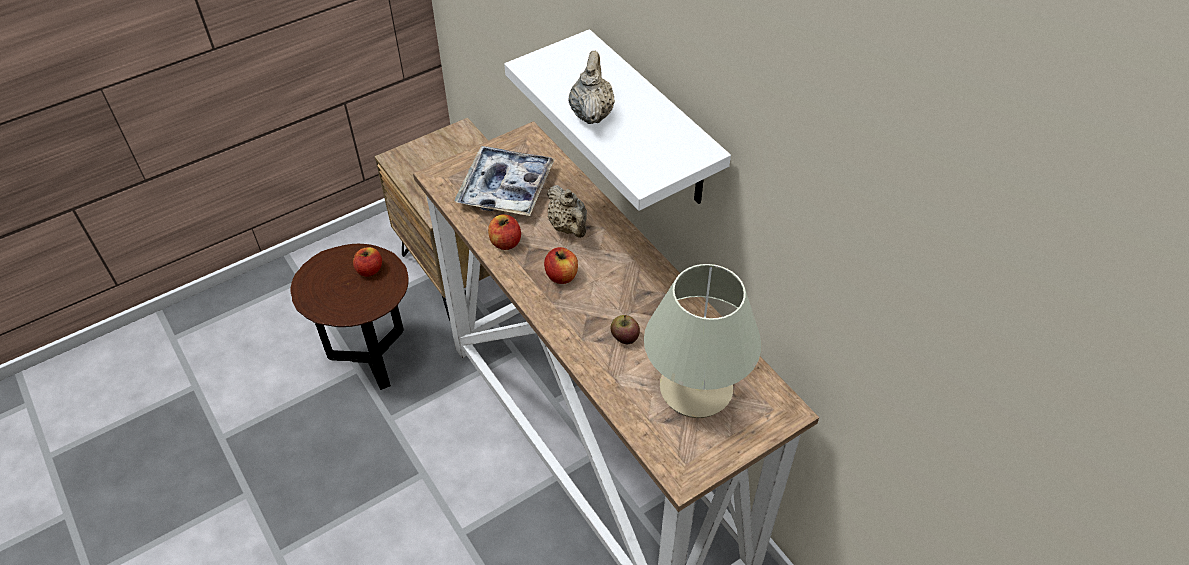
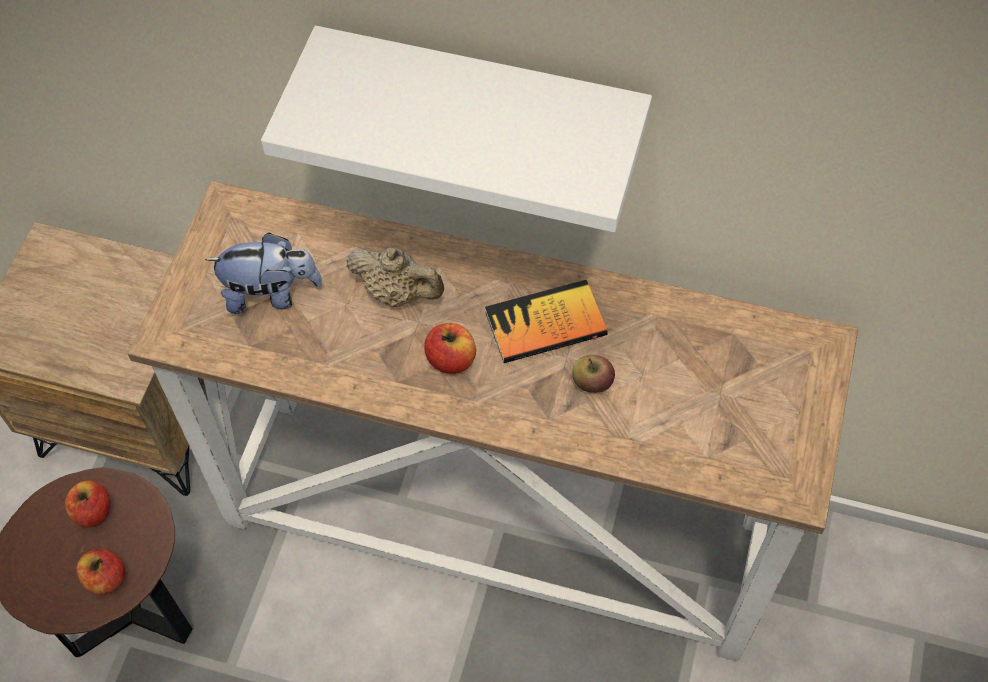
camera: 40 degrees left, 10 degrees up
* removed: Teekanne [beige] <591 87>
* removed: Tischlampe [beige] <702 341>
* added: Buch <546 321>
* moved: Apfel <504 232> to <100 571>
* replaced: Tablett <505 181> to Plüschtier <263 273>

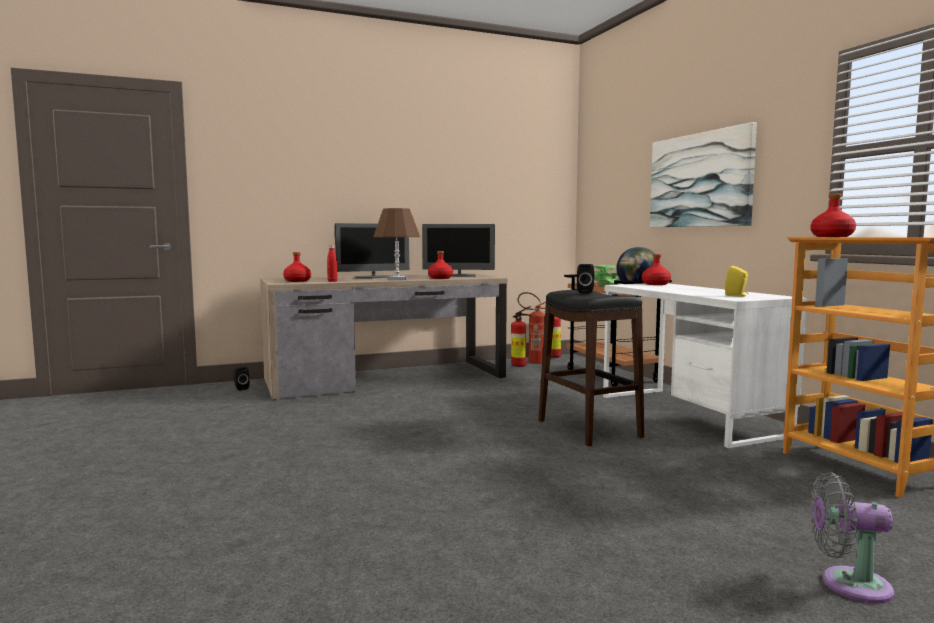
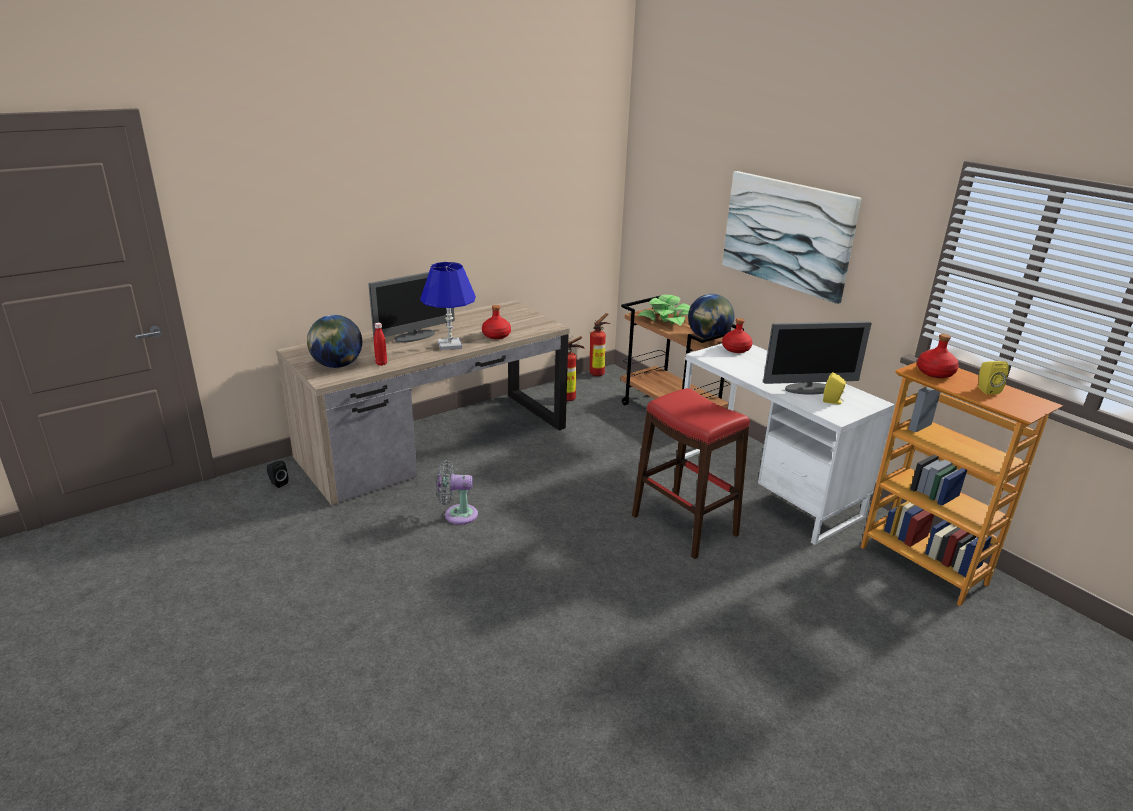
camera: 15 degrees left, 20 degrees up
* removed: Feuerlöscher <532 328>
* removed: Lautsprecher [schwarz] <585 279>
* added: Lautsprecher [gelb] <993 378>
* moved: Monitor <459 250> to <817 358>
* moved: Ventilator [grau] <852 538> to <457 492>
* replaced: Flasche [rot] <297 267> to Globus <334 341>
* recoloured: Tischlampe [braun] <396 244> to Tischlampe [blau] <448 306>
* recoloured: Hocker [schwarz] <591 368> to Hocker [rot] <691 473>

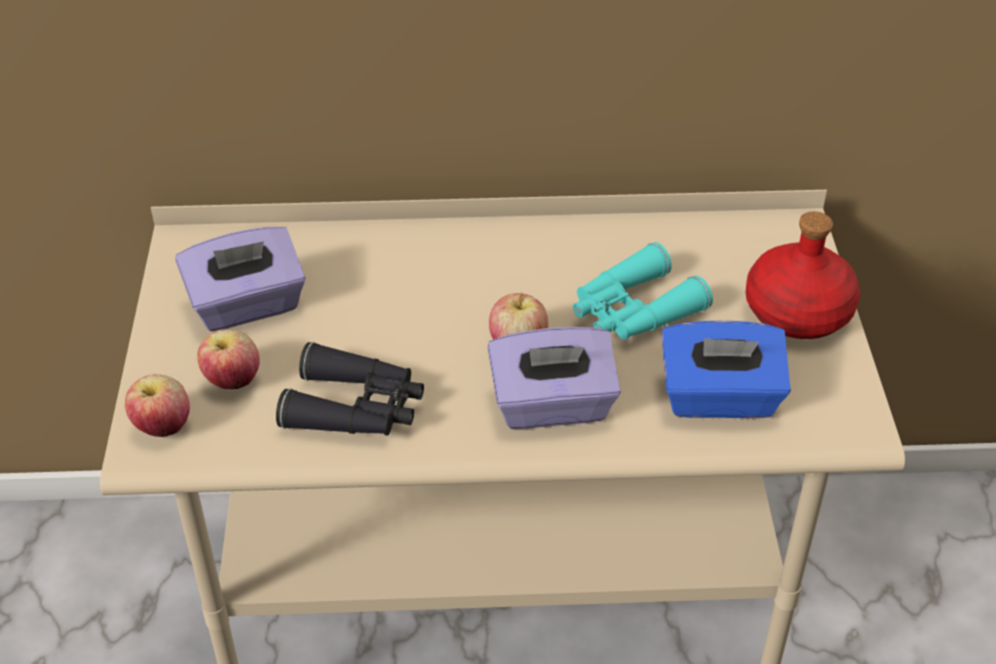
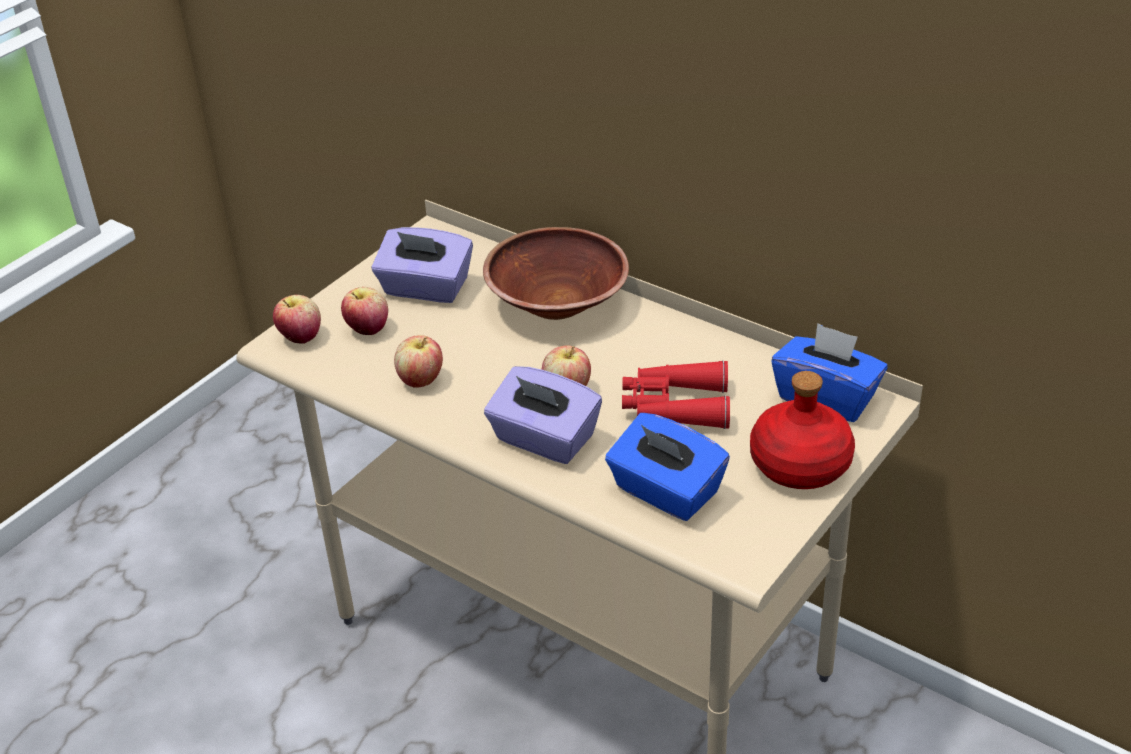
camera: 40 degrees right, 5 degrees down
* added: Schüssel [braun] <556 273>
* added: Taschentuchbox [blau] <829 372>
* replaced: Fernglas [schwarz] <350 389> to Apfel <418 361>
* recoloured: Fernglas [türkis] <643 291> to Fernglas [rot] <676 394>

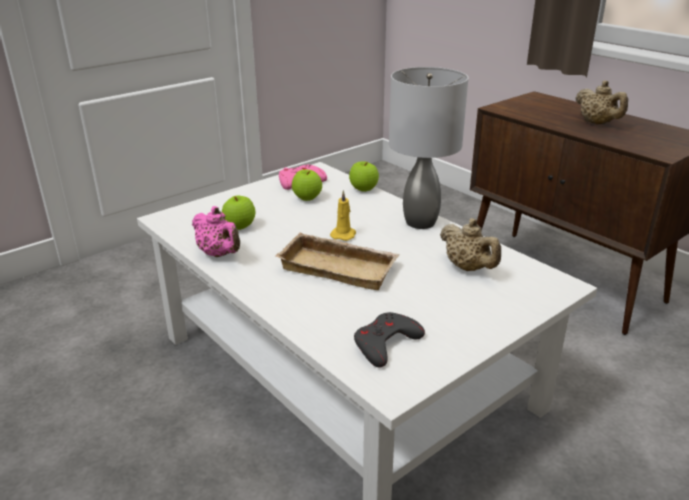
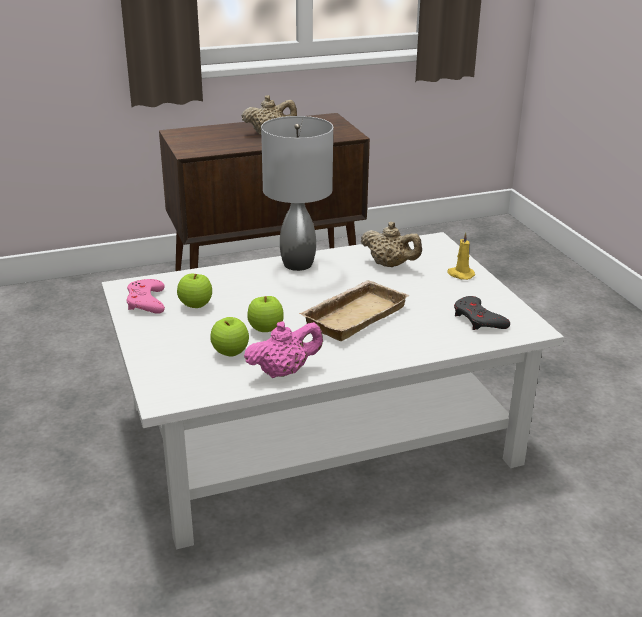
camera: 70 degrees left, 0 degrees up
* moved: Kerze [gelb] <343 215> to <461 256>
* moved: Apfel <364 176> to <265 314>
* turned: Teekanne [beige] <470 244> = <391 244> 45 degrees clockwise

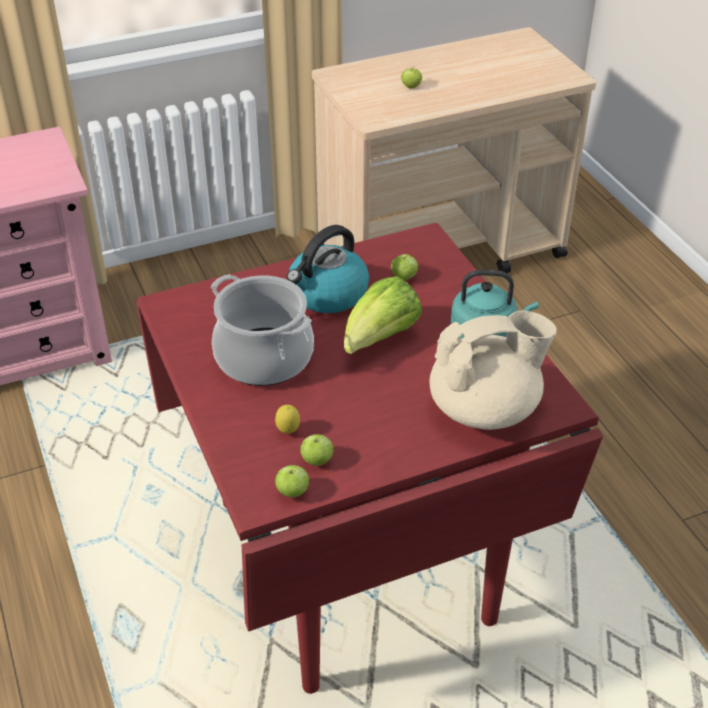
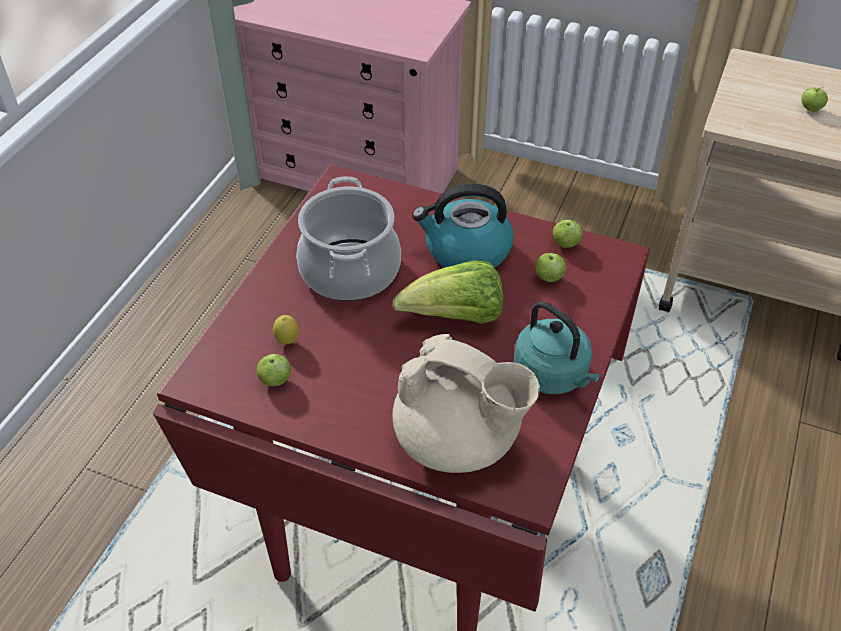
camera: 45 degrees right, 5 degrees up
* moved: Apfel <292 481> to <568 234>

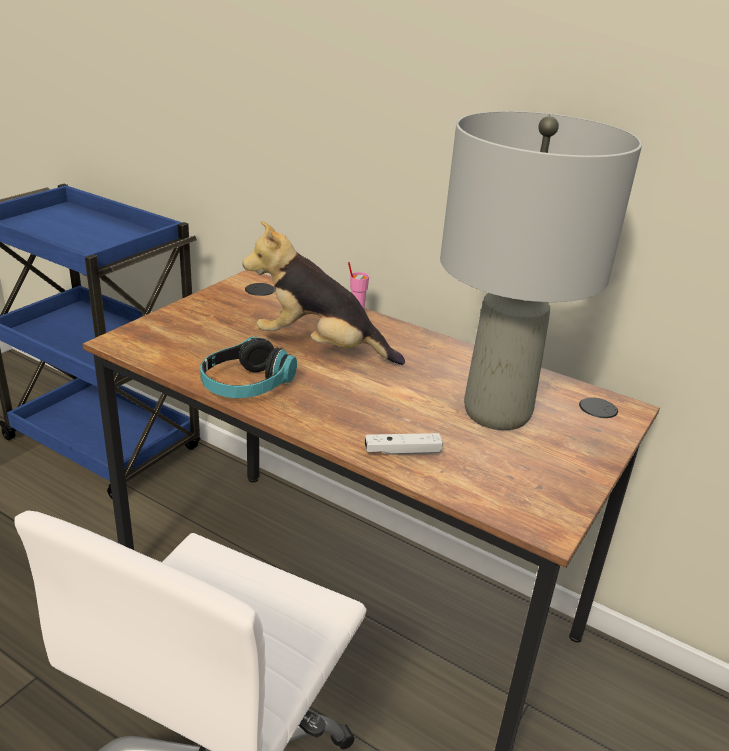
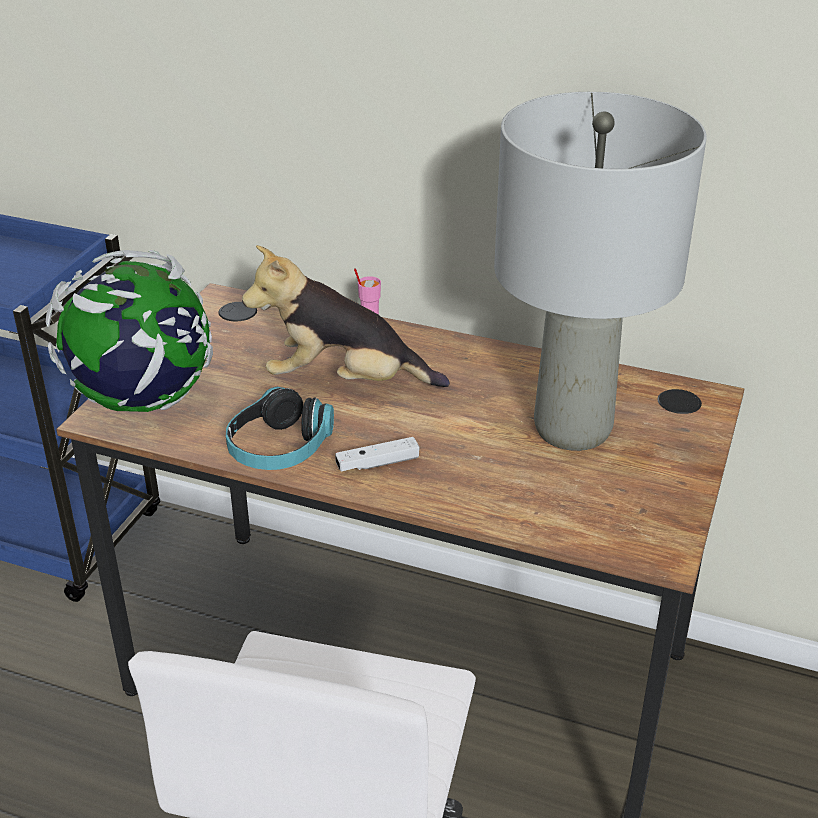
camera: 10 degrees left, 5 degrees up
* added: Globus <129 331>
* moved: Gamepad [weiß] <404 444> to <377 454>

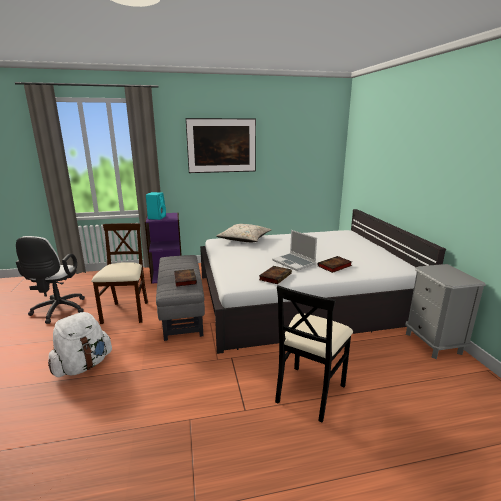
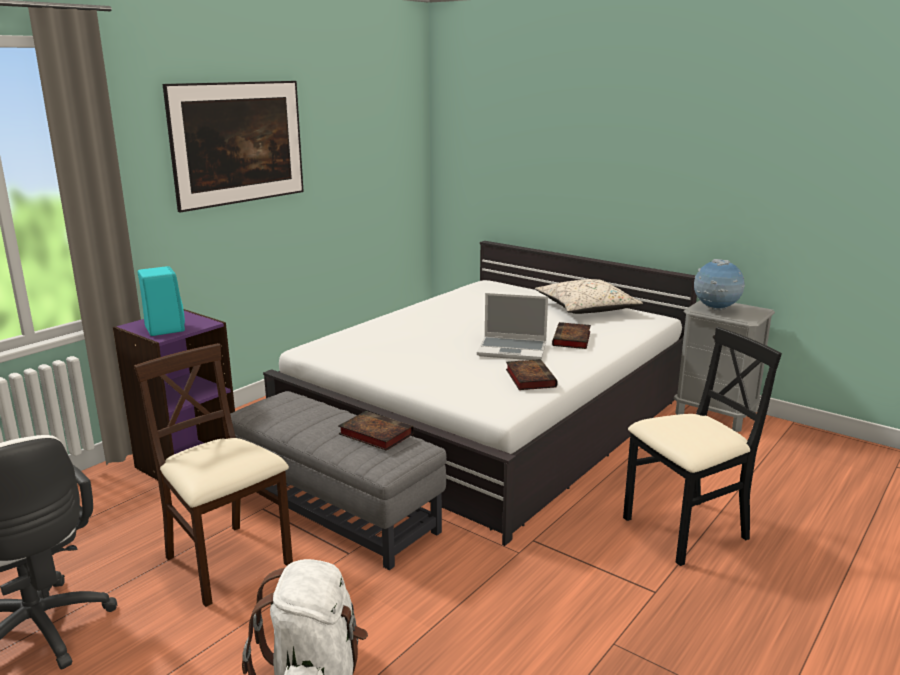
camera: 40 degrees left, 0 degrees up
* added: Globus <719 285>
* moved: Kissen [beige] <244 233> to <589 296>
* turned: Stuhl [schwarz] <314 353> = <702 446> 105 degrees counterclockwise

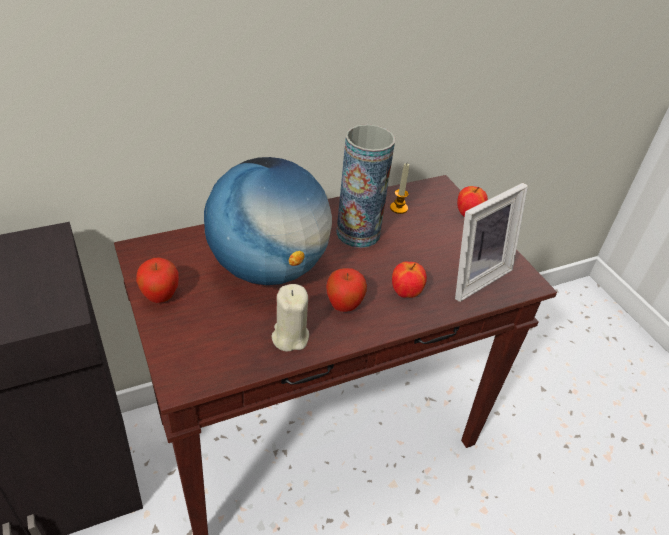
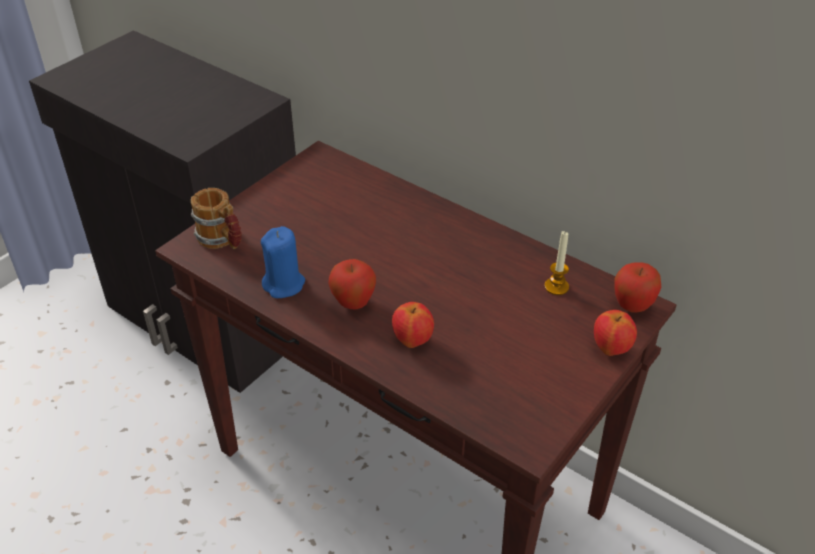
camera: 65 degrees right, 0 degrees up
* removed: Globus <268 221>
* removed: Vase <365 186>
* removed: Bilderrahmen <491 242>
* added: Henkelbecher <216 218>
* moved: Apfel <157 280> to <637 288>
* recoloured: Kerze [beige] <290 318> to Kerze [blau] <283 262>

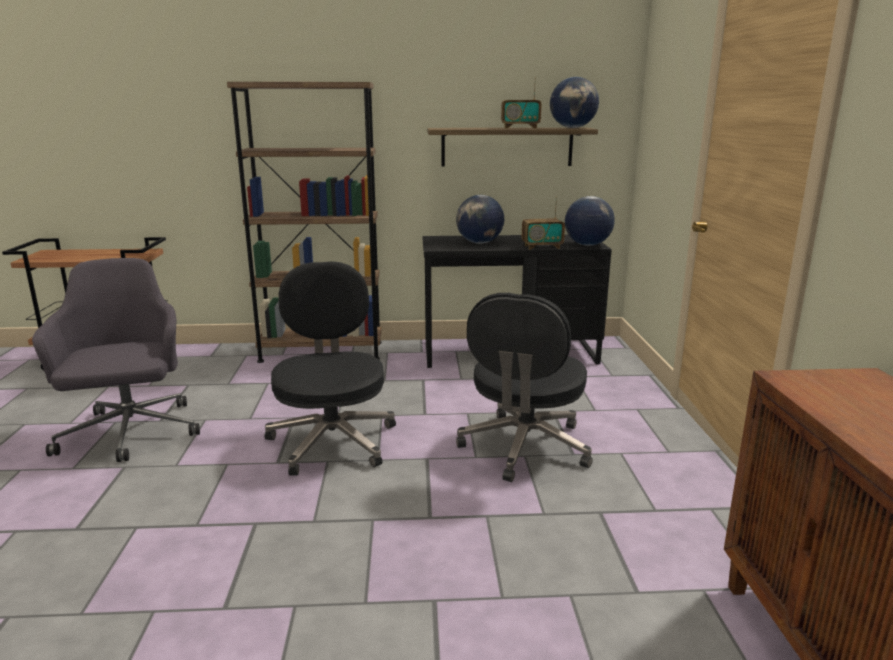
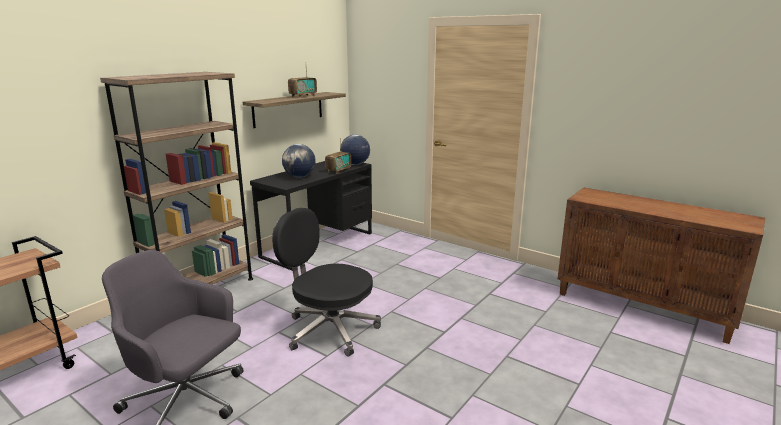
camera: 50 degrees left, 0 degrees up
* removed: Bürostuhl [schwarz] <524 387>
* removed: Globus <574 102>

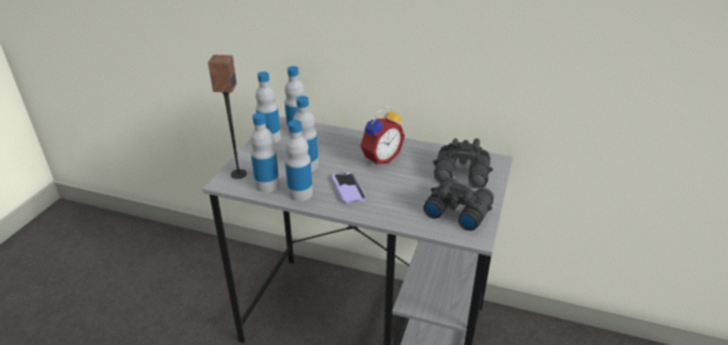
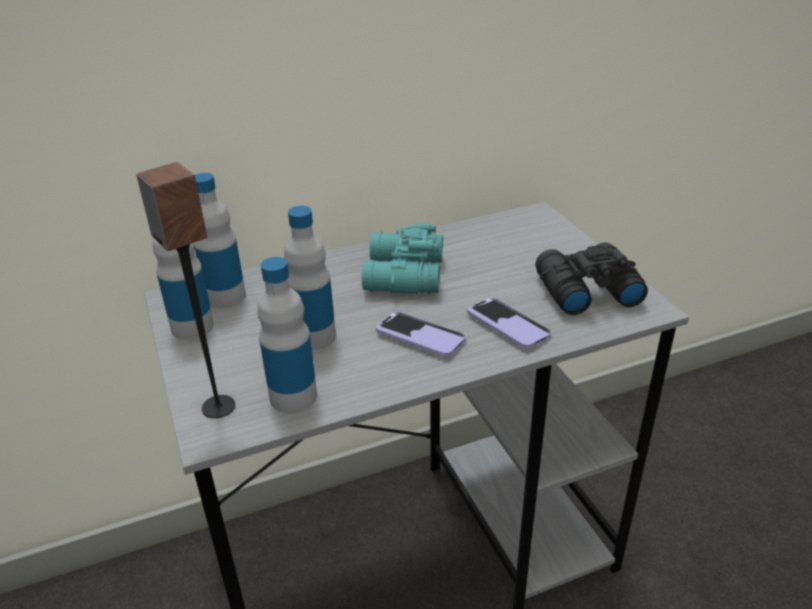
camera: 40 degrees left, 0 degrees up
* removed: Flasche <299 160>
* removed: Fernglas [schwarz] <463 163>
* added: Handy <509 323>
* replaced: Wecker <382 136> to Fernglas [türkis] <402 258>

